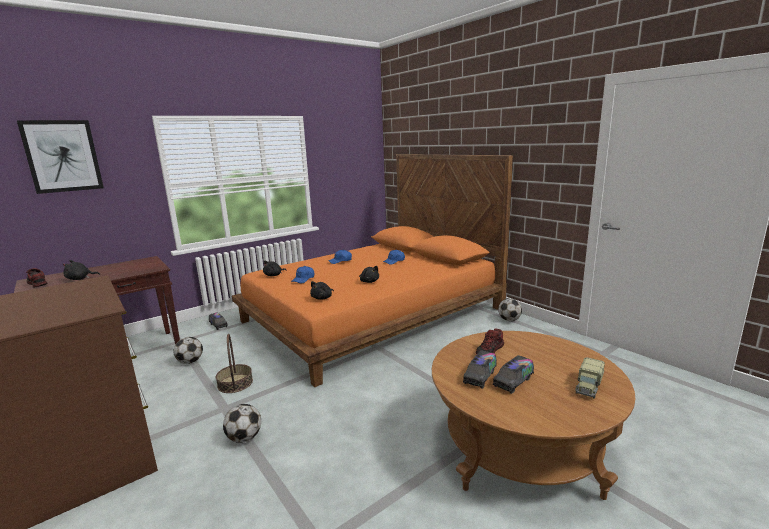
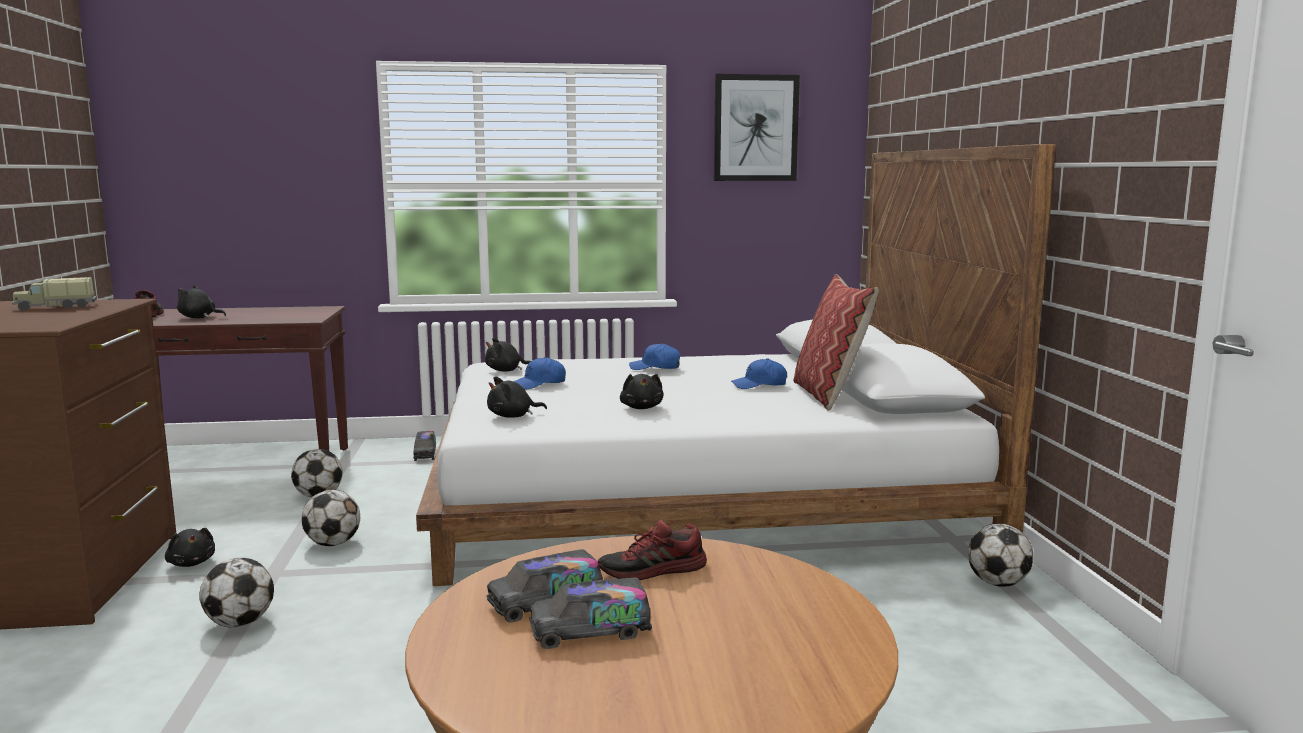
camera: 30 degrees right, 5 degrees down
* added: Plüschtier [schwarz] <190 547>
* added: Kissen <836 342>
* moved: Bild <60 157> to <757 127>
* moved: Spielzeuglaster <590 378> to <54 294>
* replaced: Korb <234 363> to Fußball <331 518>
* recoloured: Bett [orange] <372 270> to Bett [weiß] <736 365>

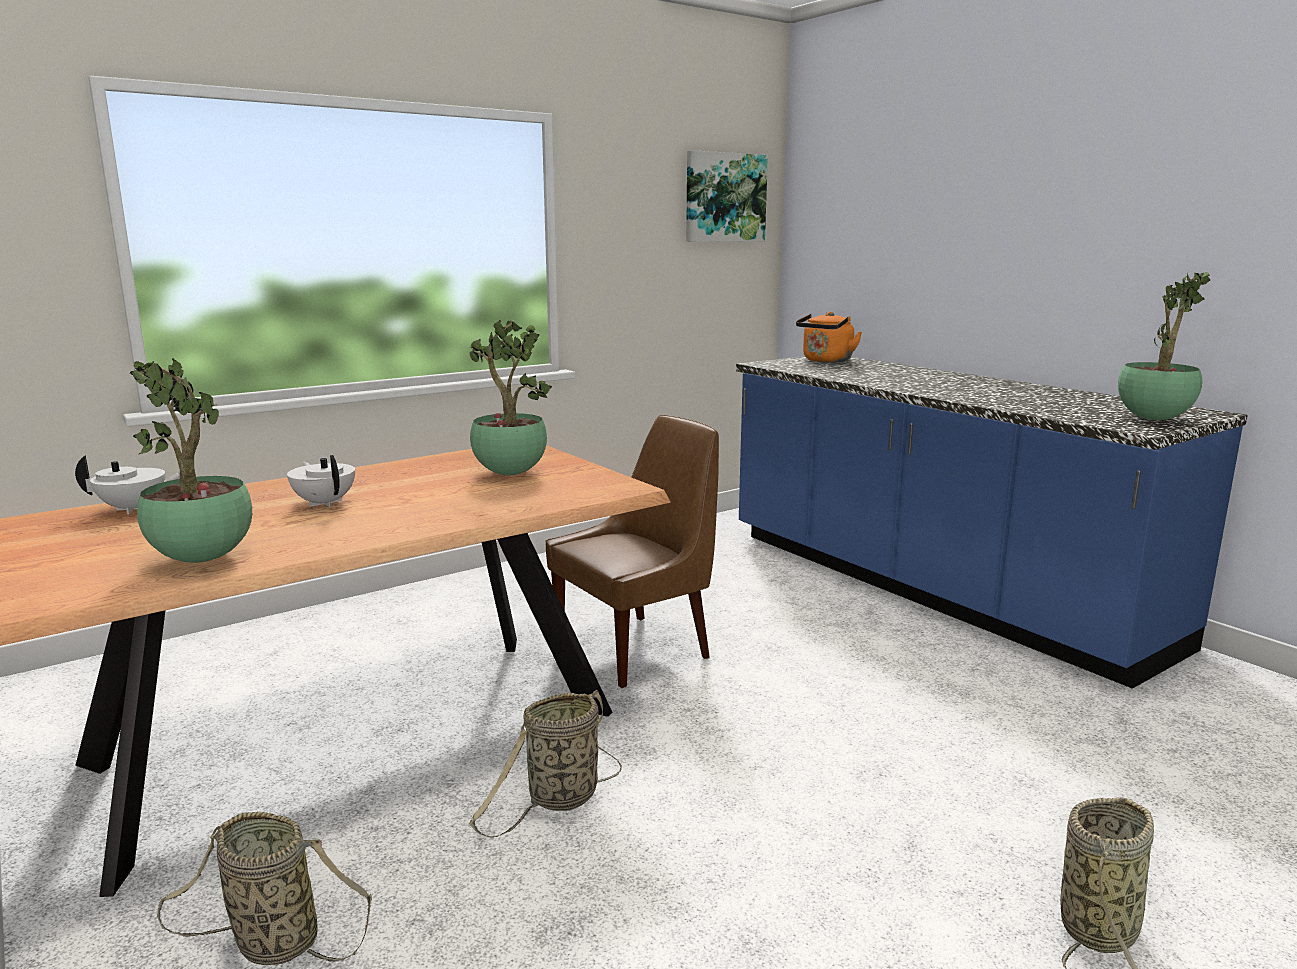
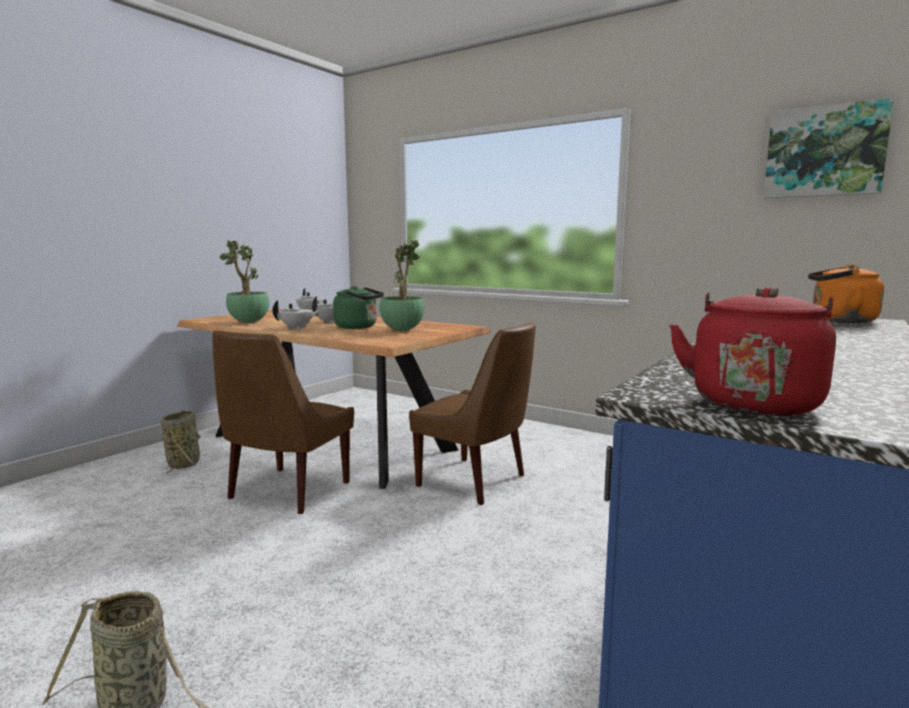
camera: 70 degrees right, 5 degrees down
* added: Teekanne [weiß] <296 314>
* added: Wasserkessel [grün] <358 307>
* replaced: Korb <545 764> to Stuhl [braun] <283 422>
* replaced: Topfpflanze <1164 346> to Wasserkessel [rot] <752 351>

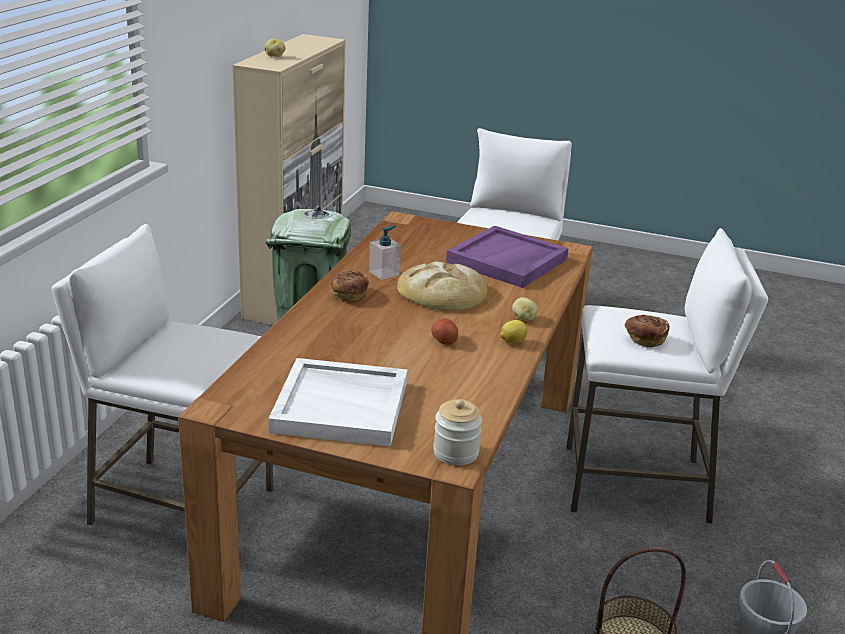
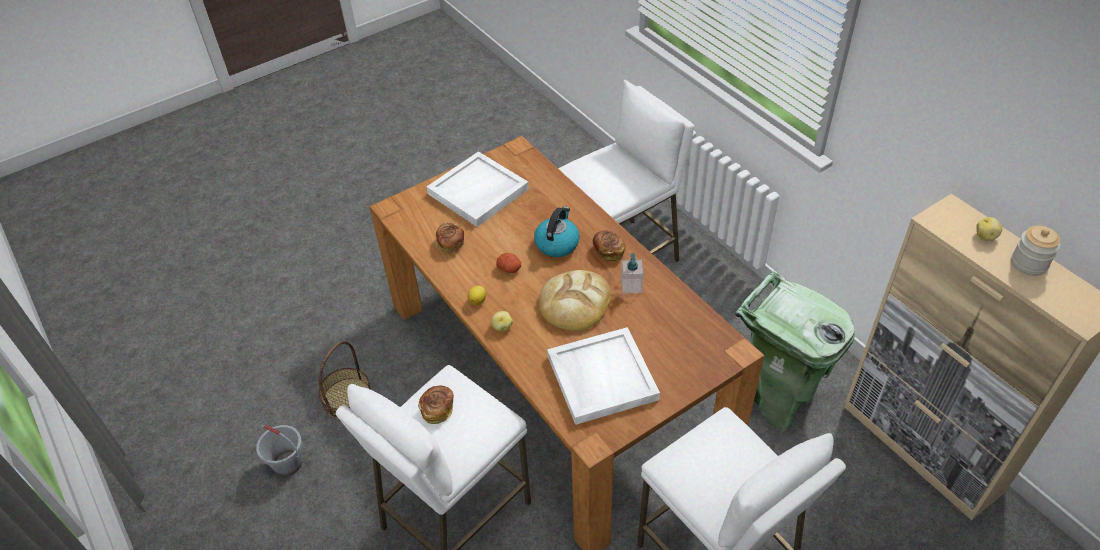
camera: 130 degrees right, 20 degrees up
* added: Brot <450 237>
* added: Wasserkessel <557 231>
* moved: Vorratsglas <457 432> to <1035 250>
* recoloured: Tablett [lila] <507 257> to Tablett [weiß] <603 376>

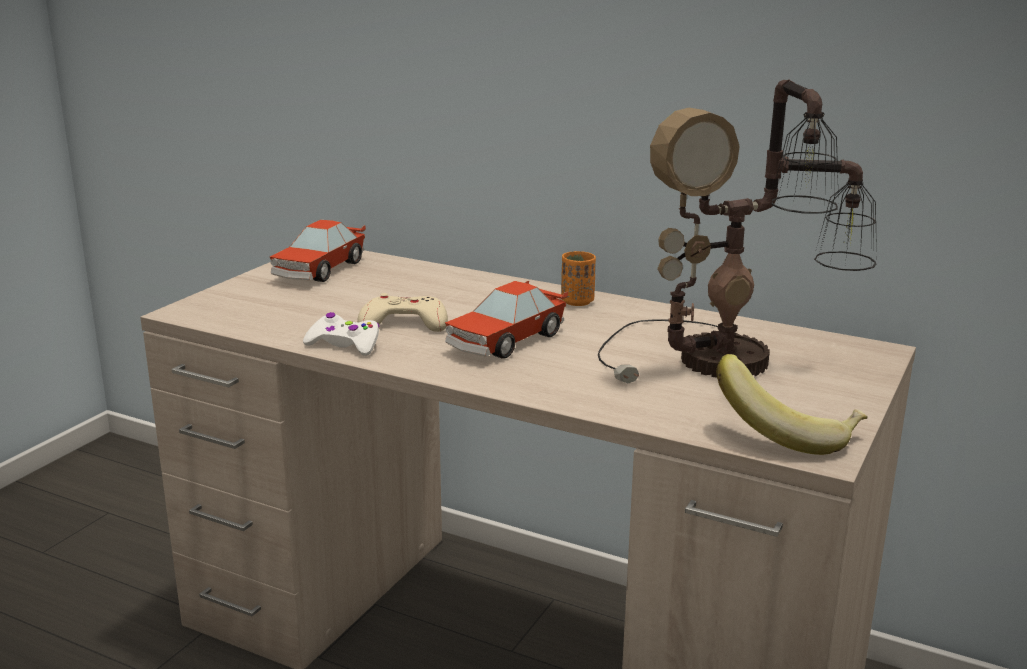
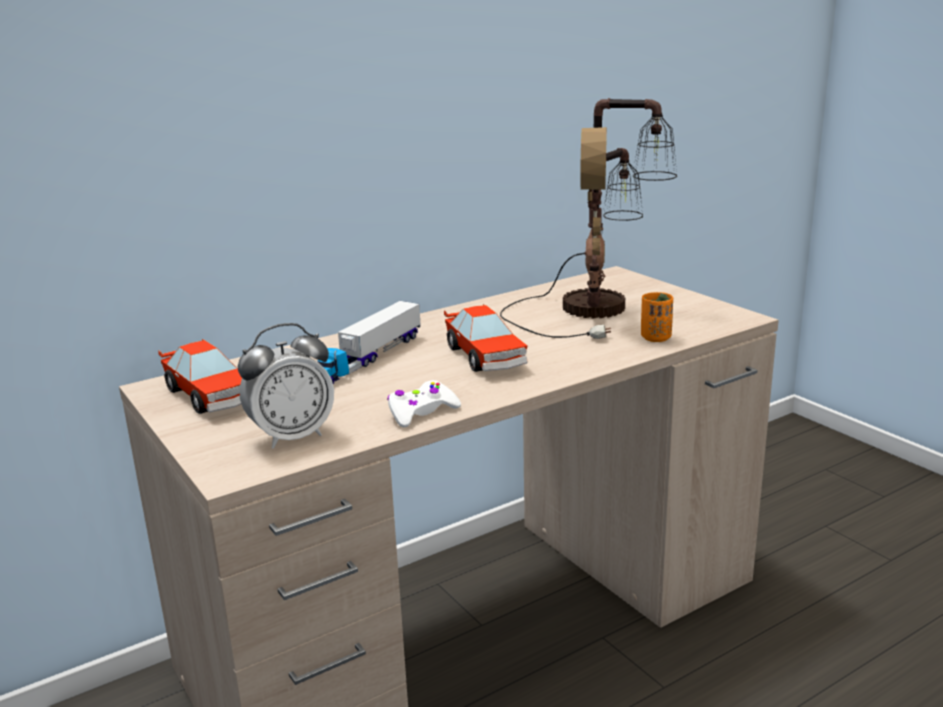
camera: 60 degrees left, 0 degrees up
* removed: Gamepad [beige] <402 312>
* removed: Banane <792 404>
* added: Wecker <286 386>
* added: Spielzeuglaster <368 342>
* moved: Tasse [orange] <578 278> to <657 317>

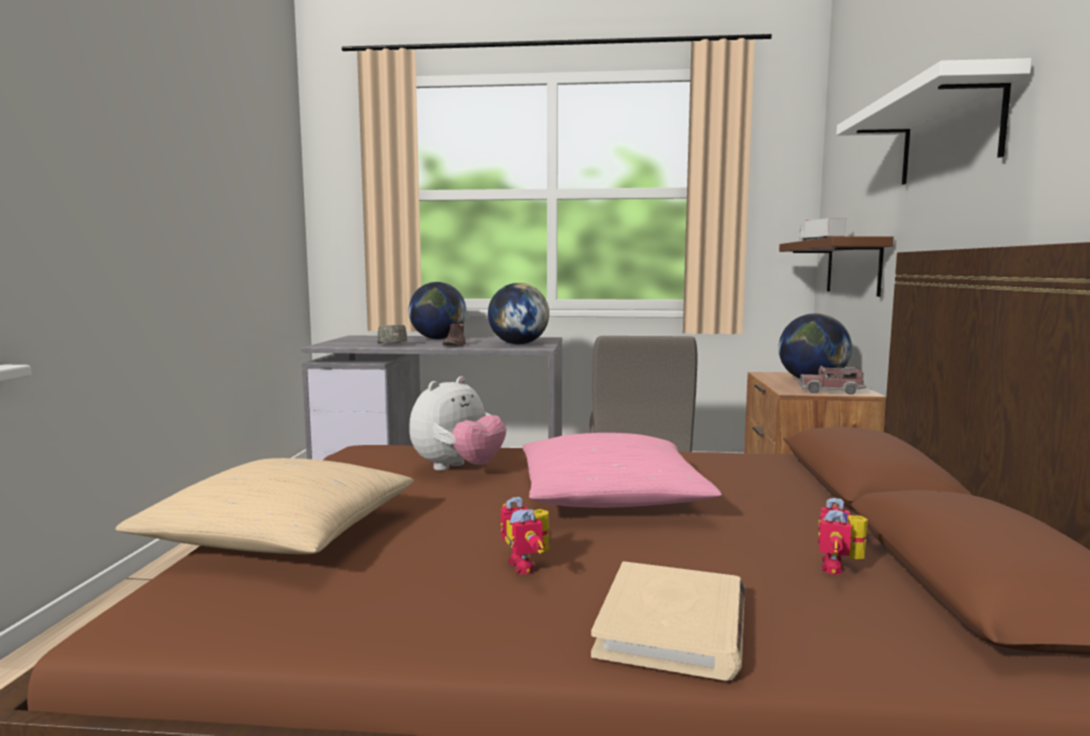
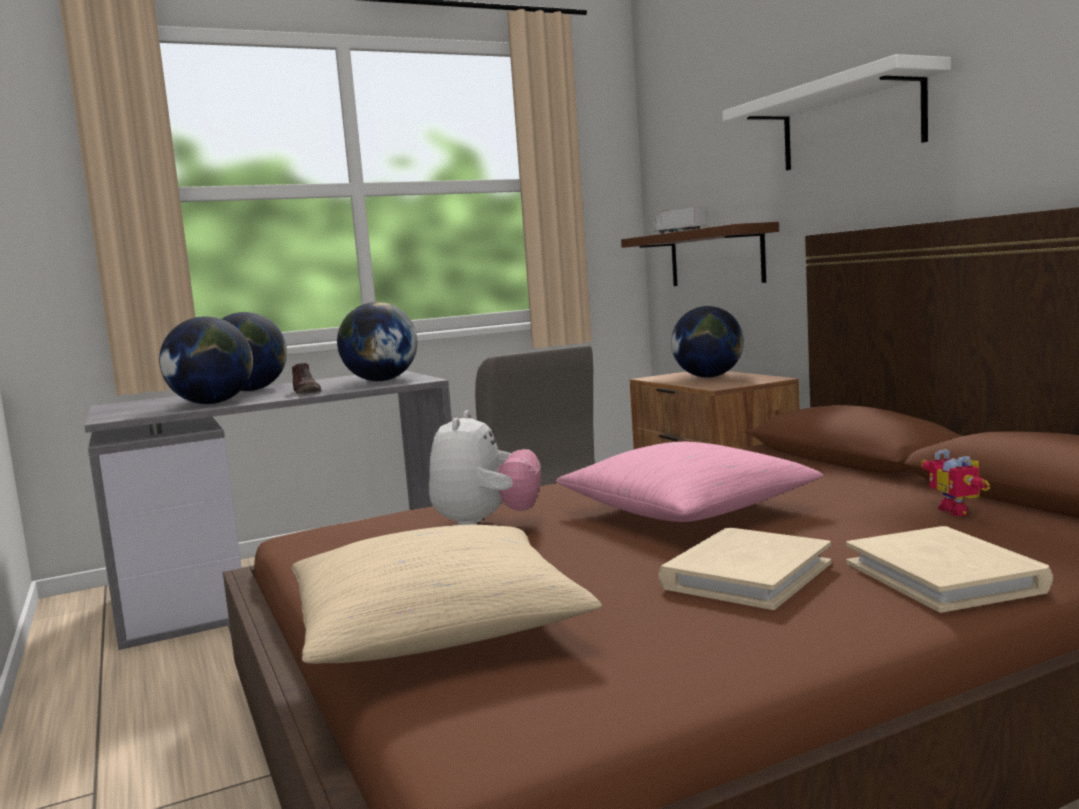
camera: 30 degrees left, 0 degrees up
* removed: Spielzeuglaster <832 380>
* replaced: Kappe [grau] <392 334> to Globus <206 360>
* replaced: Spielzeugroboter <524 535> to Buch [beige] <744 569>

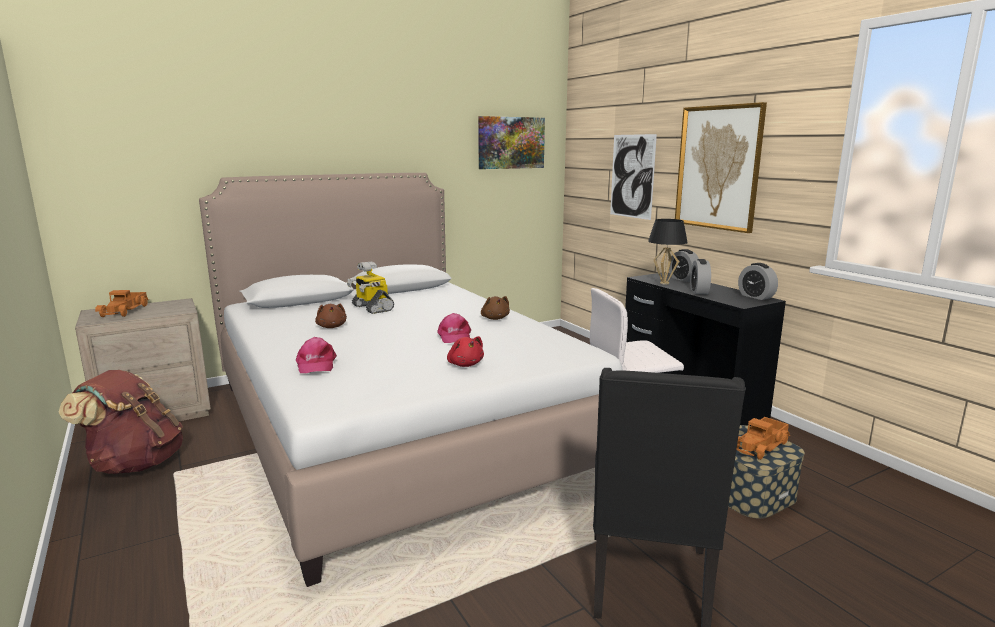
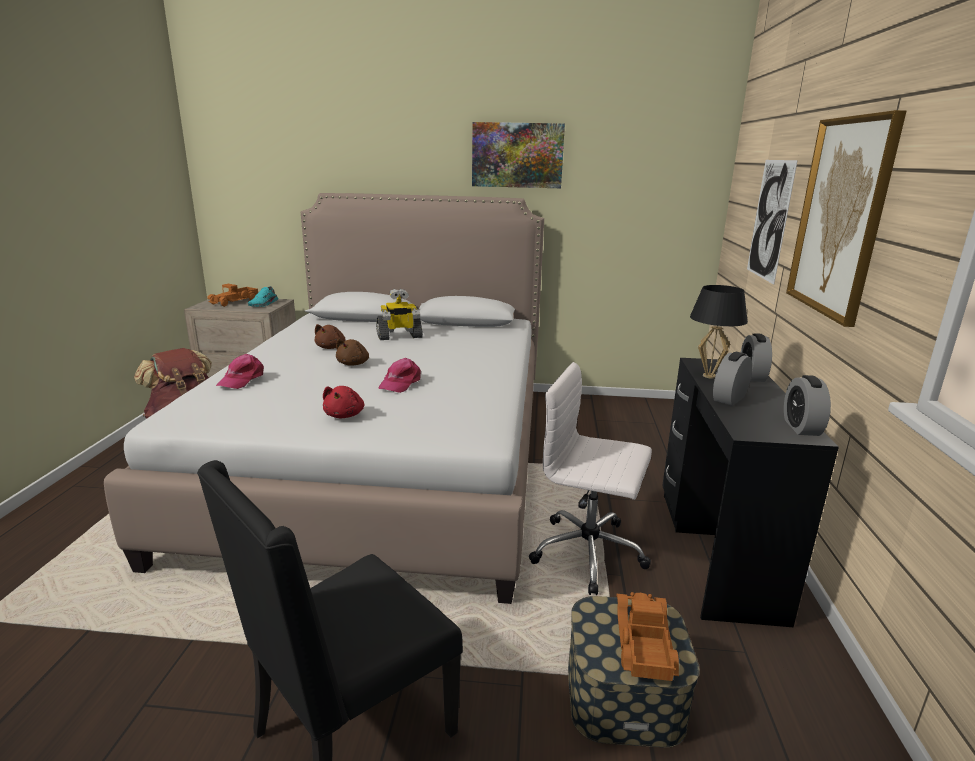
camera: 35 degrees right, 5 degrees up
* added: Schuh [türkis] <263 296>
* moved: Bild <511 142> to <518 155>
* moved: Plüschtier [braun] <495 308> to <352 352>
* turned: Spielzeugroboter <370 288> = <399 314> 105 degrees counterclockwise
* turned: Spielzeuglaster <763 438> = <647 636> 105 degrees clockwise

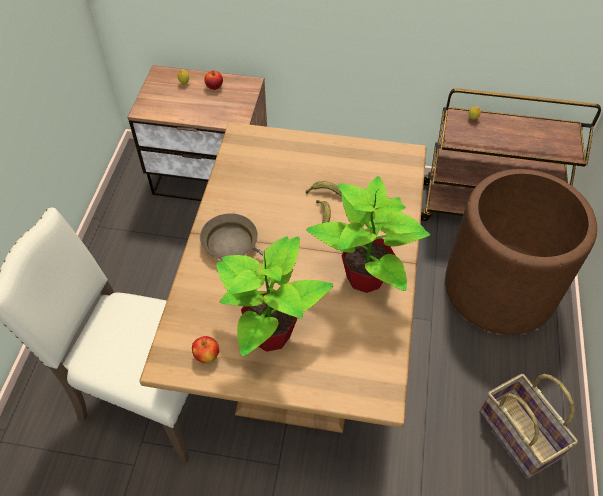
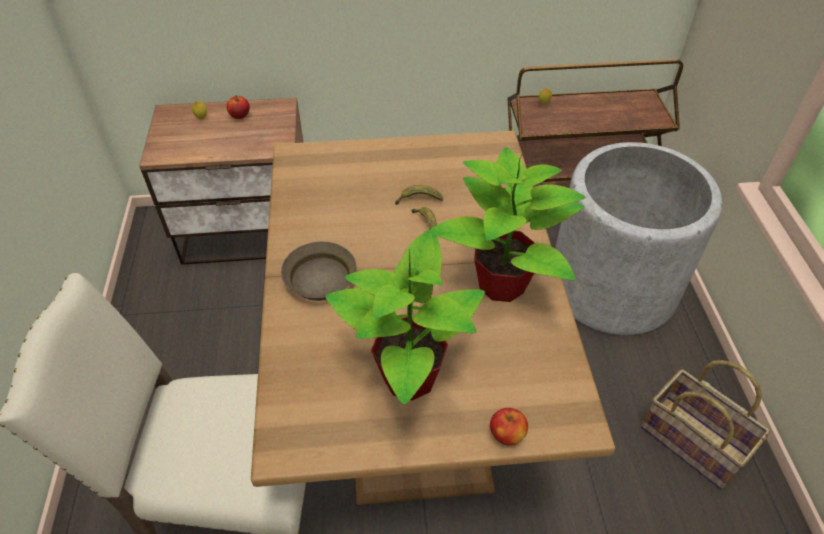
camera: 15 degrees left, 5 degrees down
* moved: Apfel <205 349> to <509 427>
* recoloured: Pflanzkübel [braun] <521 252> to Pflanzkübel [grau] <638 238>

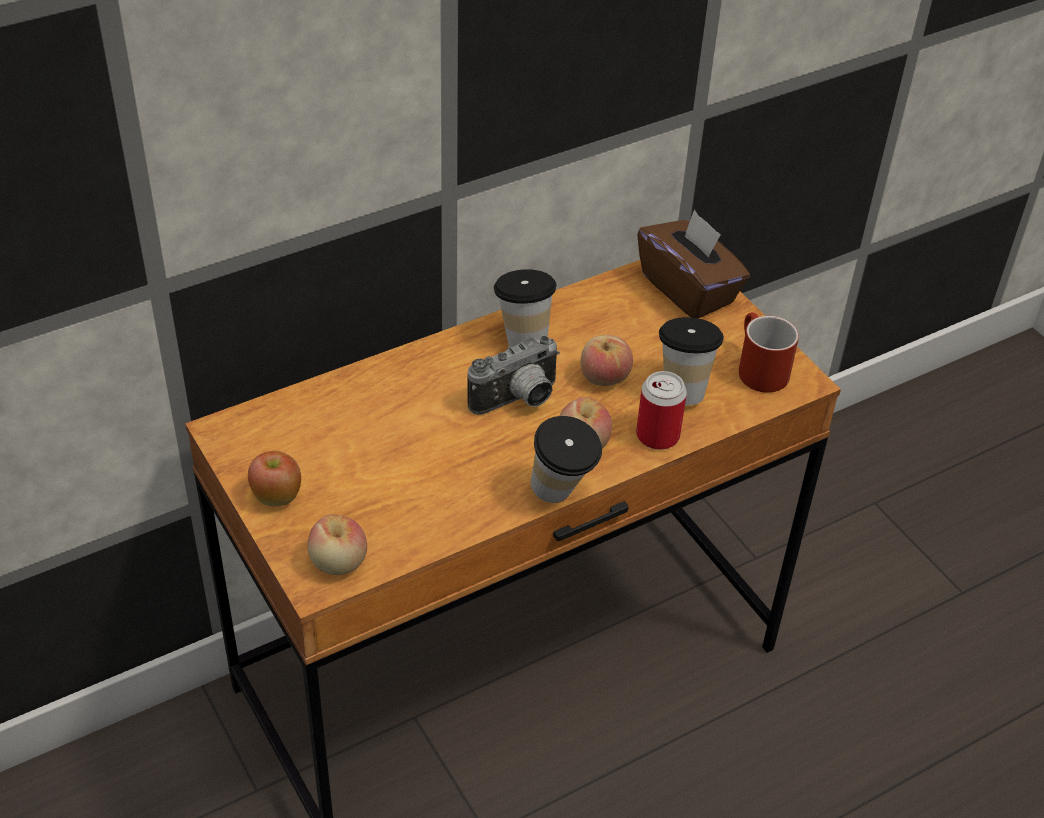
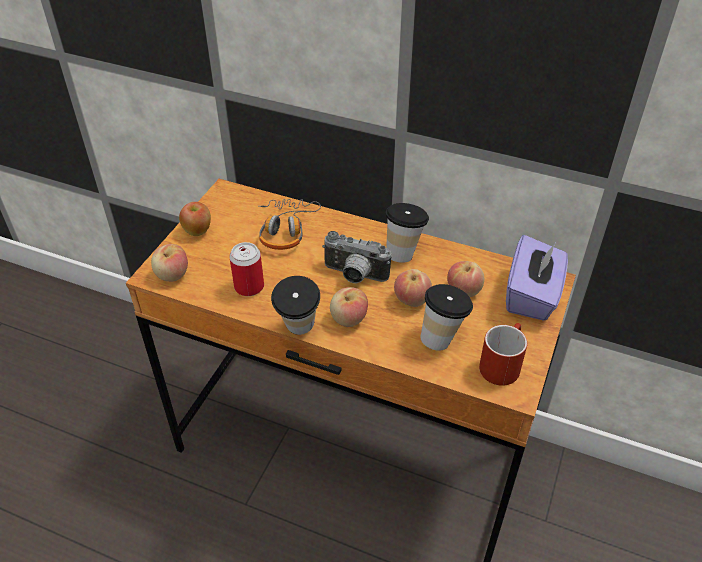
camera: 55 degrees right, 0 degrees up
* added: Kopfhörer <289 224>
* added: Apfel <465 279>
* moved: Dose <661 410> to <246 269>
* recoloured: Taschentuchbox [braun] <693 263> to Taschentuchbox [lila] <537 278>

